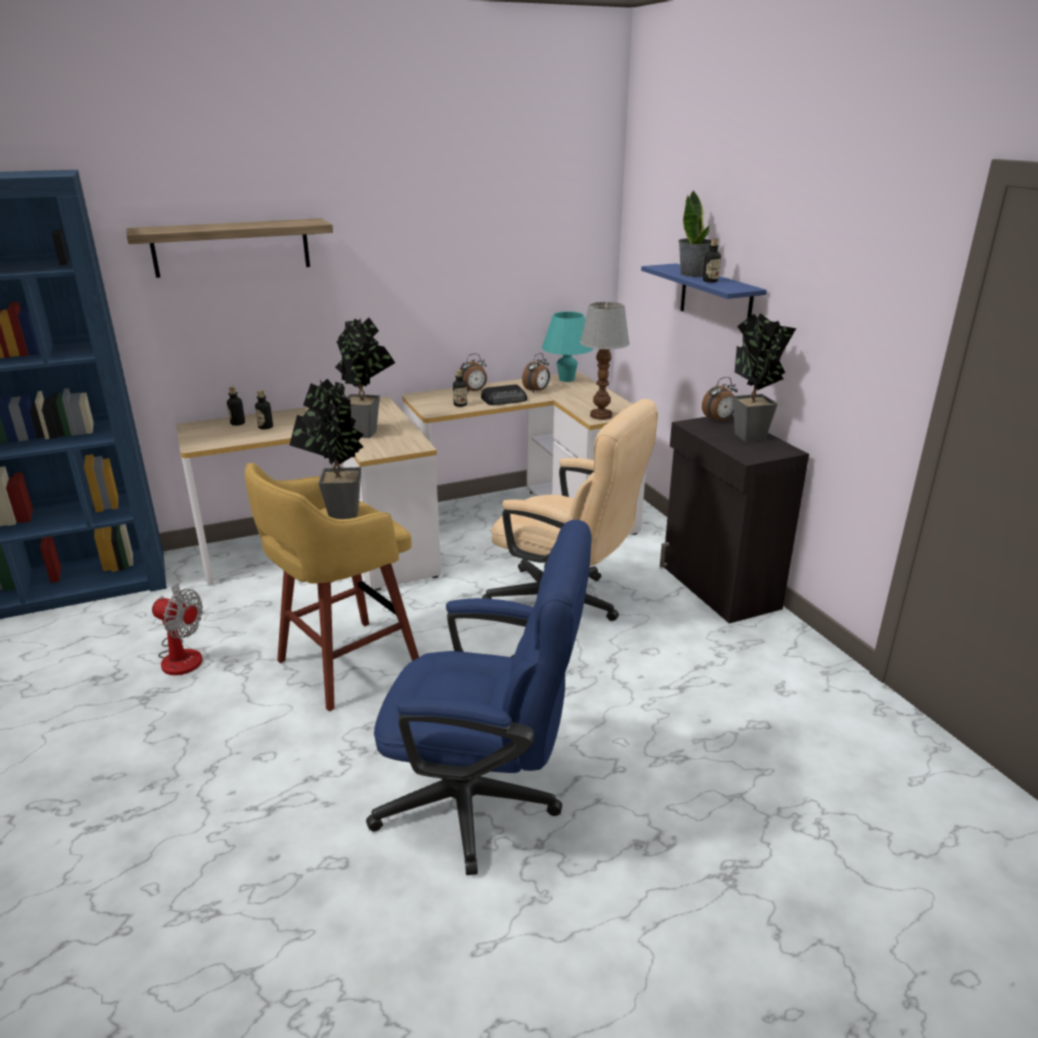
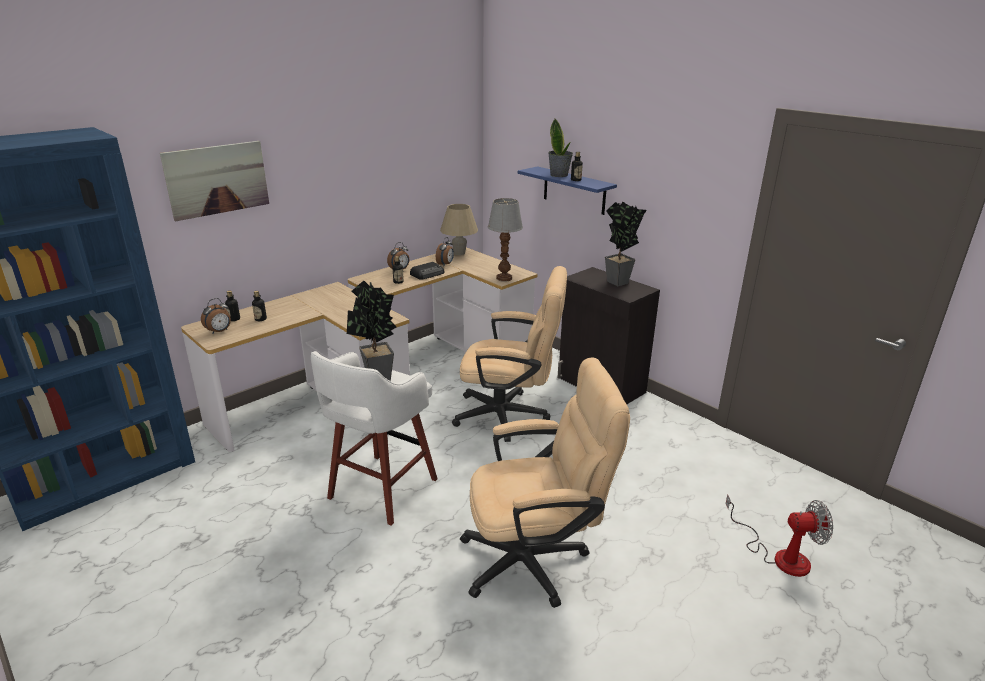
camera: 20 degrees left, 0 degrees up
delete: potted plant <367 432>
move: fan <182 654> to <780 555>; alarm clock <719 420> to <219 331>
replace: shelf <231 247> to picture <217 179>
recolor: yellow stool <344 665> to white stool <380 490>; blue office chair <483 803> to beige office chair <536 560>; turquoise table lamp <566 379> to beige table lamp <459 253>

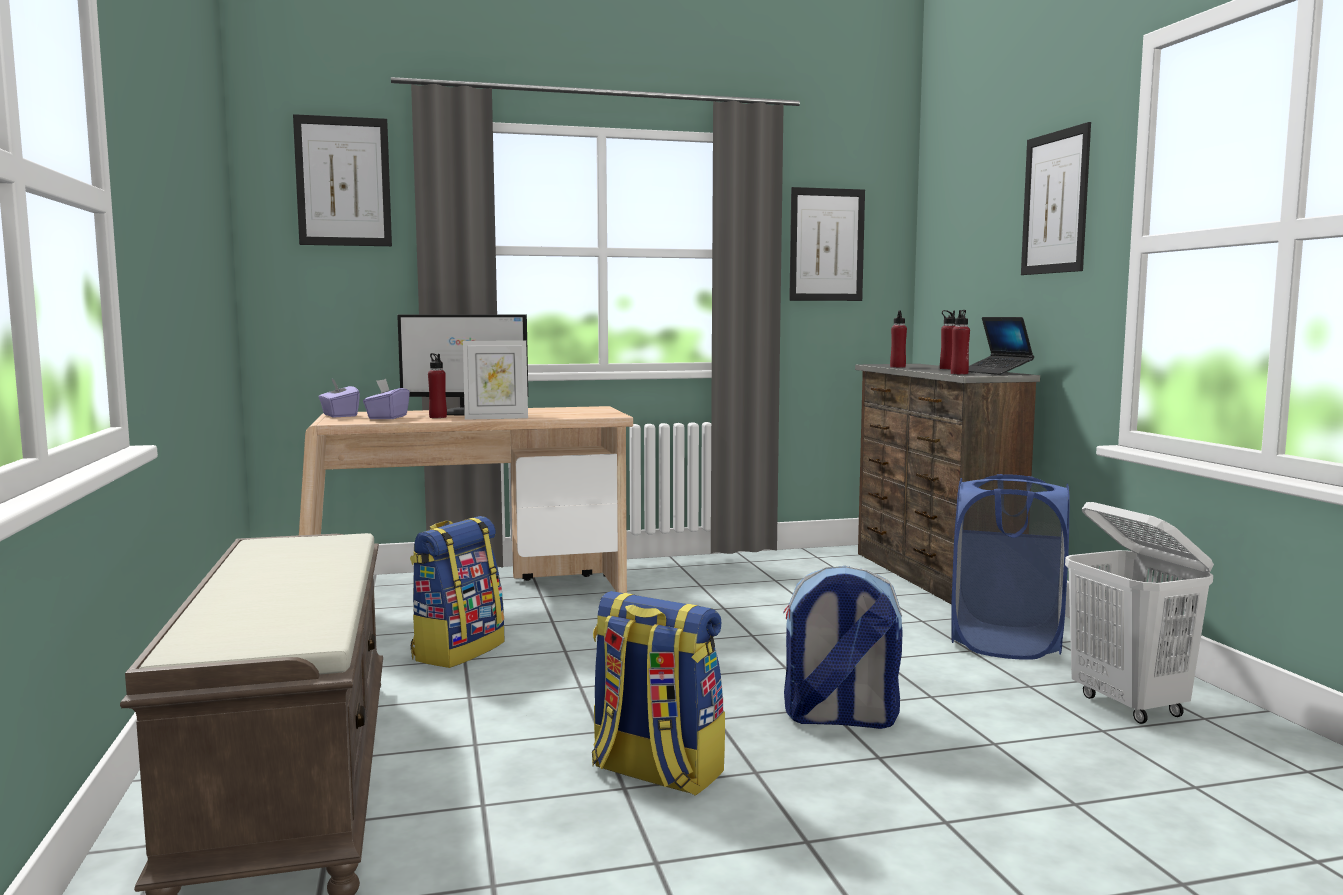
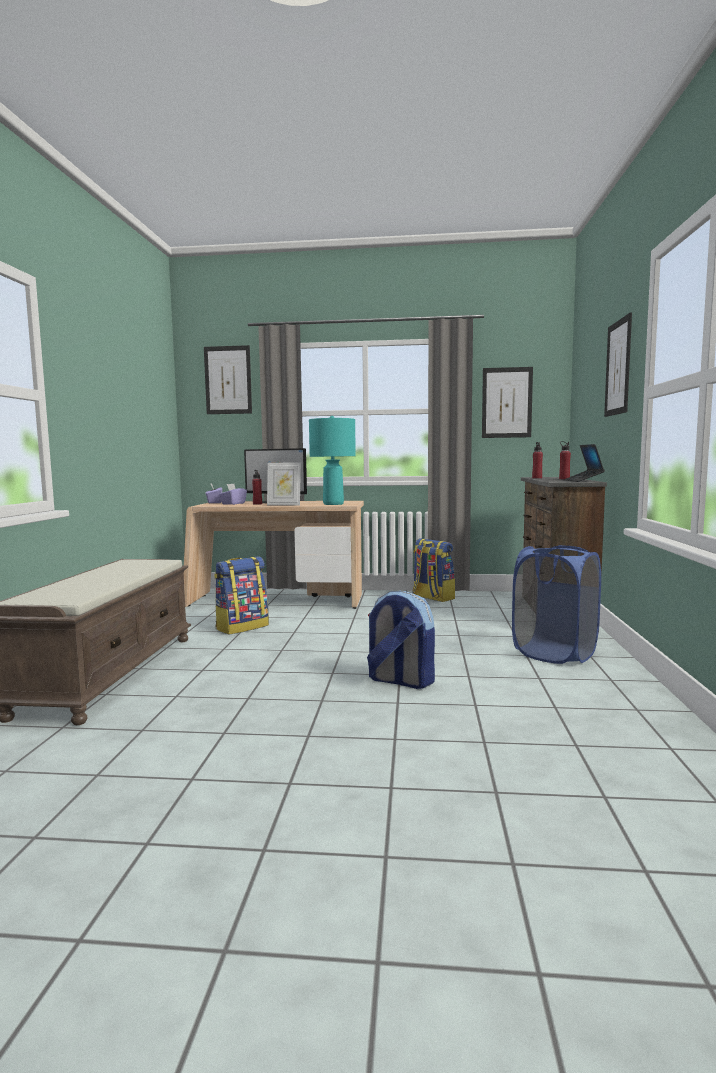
camera: 20 degrees right, 0 degrees up
delete: red bottle <959 373>; white laundry basket <1129 706>
insert: turquoise table lamp <333 504>
move: backpack <655 772> to <432 597>

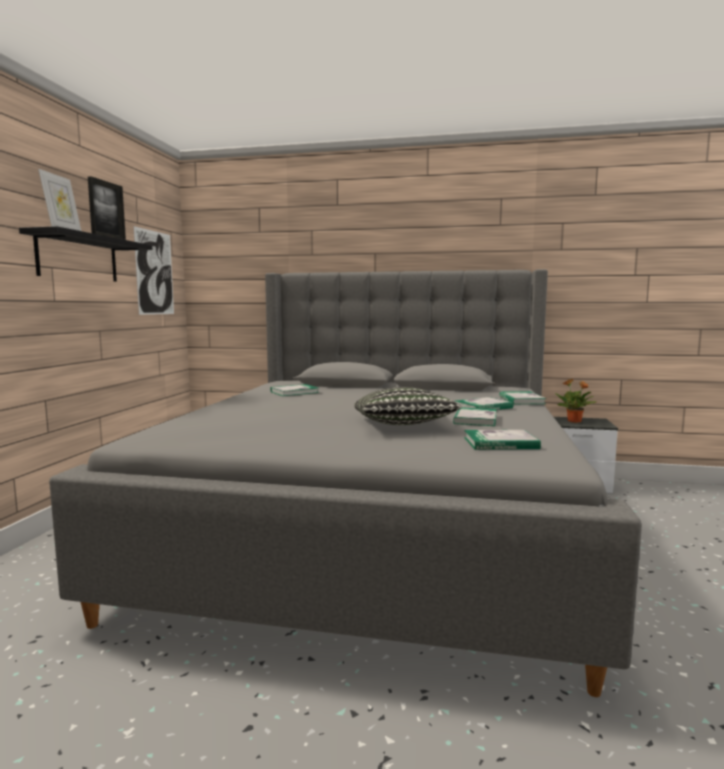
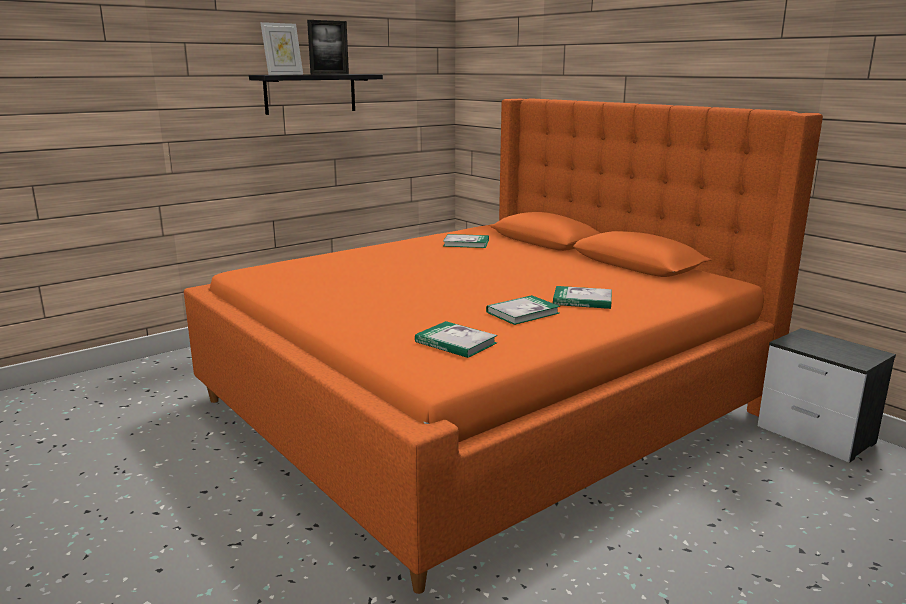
camera: 40 degrees right, 10 degrees up
delete: picture <155 273>; pillow <402 426>; book <521 400>; potted plant <574 421>
recolor: grey bed <374 529> to orange bed <486 404>

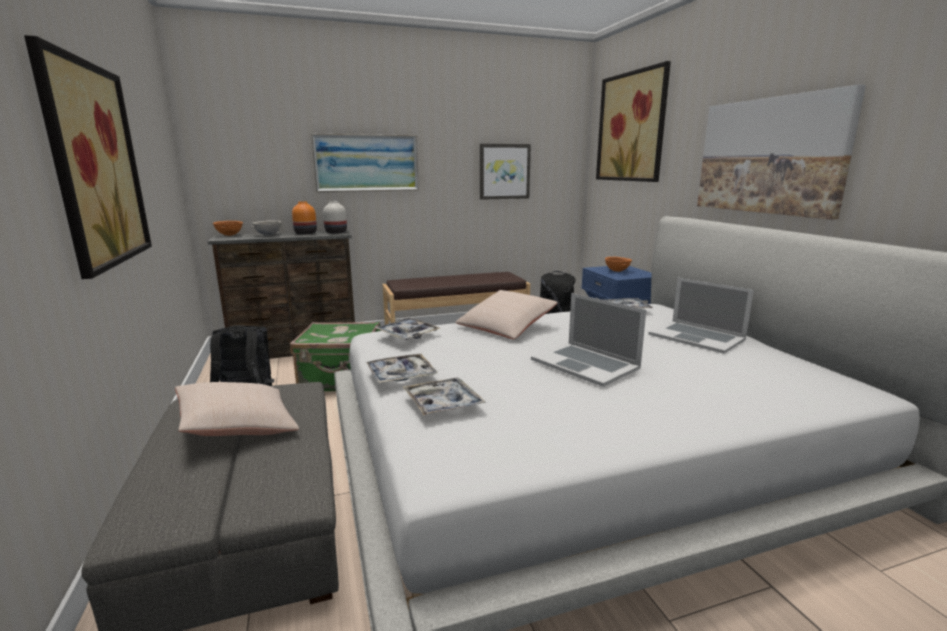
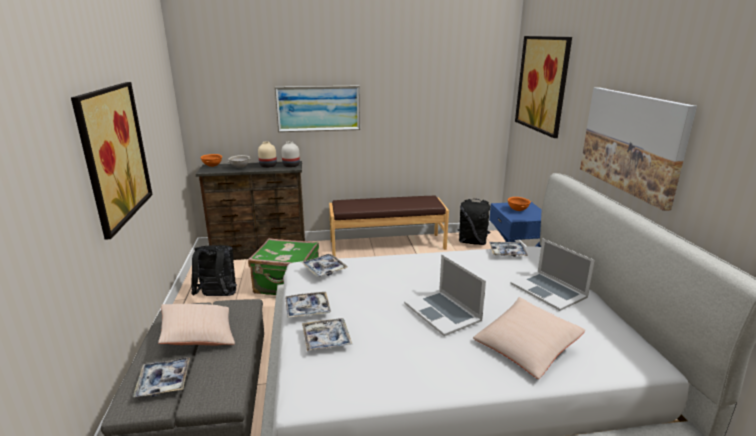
camera: 10 degrees right, 5 degrees up
delete: picture <504 171>
insert: tray <164 382>
move: beige pillow <506 327> to <526 347>
recolor: orange vase <306 233> to beige vase <268 166>

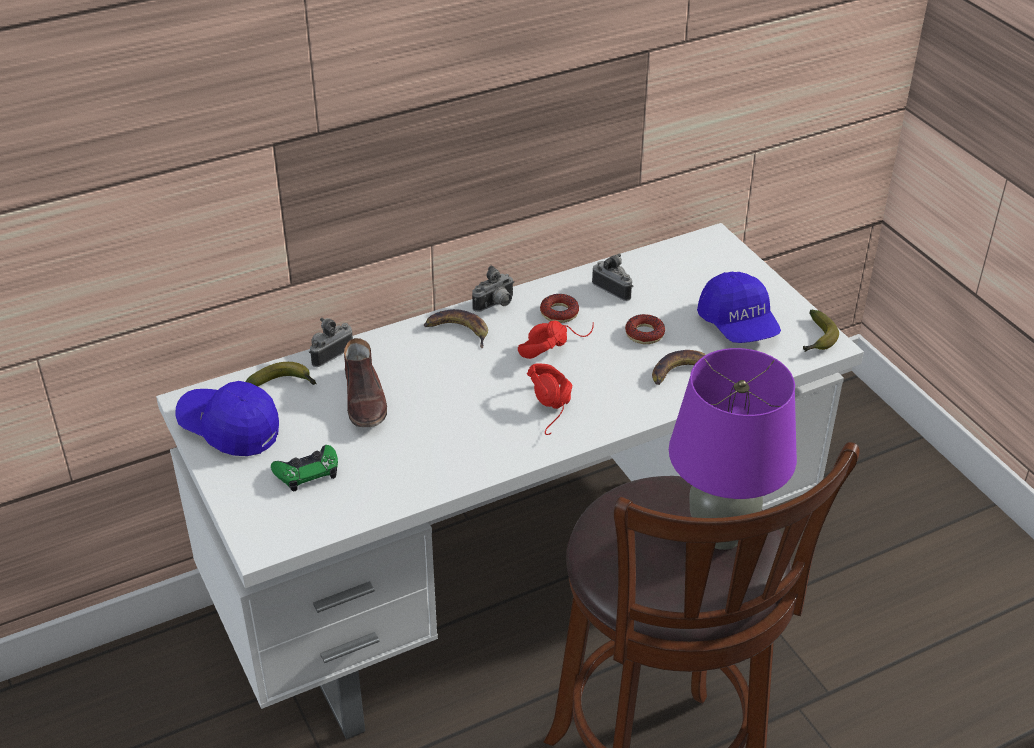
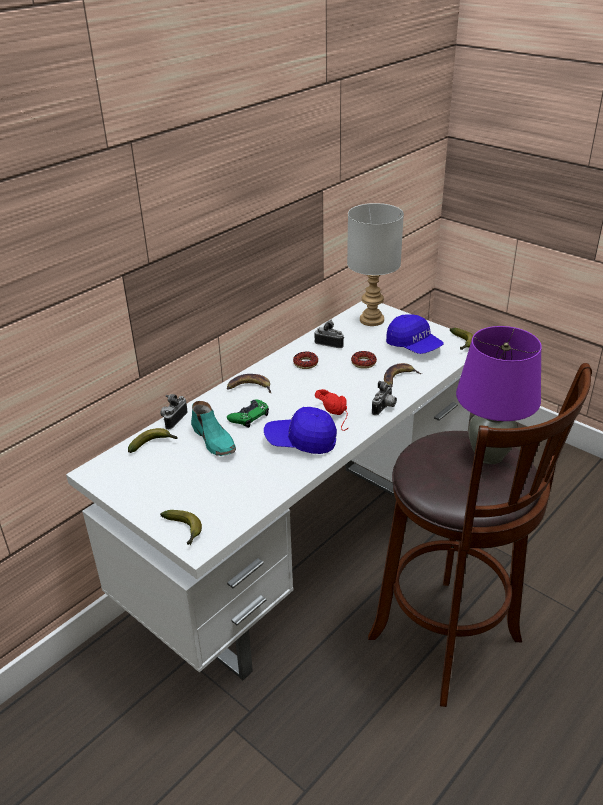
camera: 20 degrees left, 5 degrees down
delete: red headphones <553 345>
insert: banana <184 530>; grey table lamp <370 320>
move: blue cap <229 429> to <301 441>; green game controller <307 472> to <249 416>; photo camera <495 305> to <384 408>
recolor: brown shoe <365 400> to turquoise shoe <214 440>

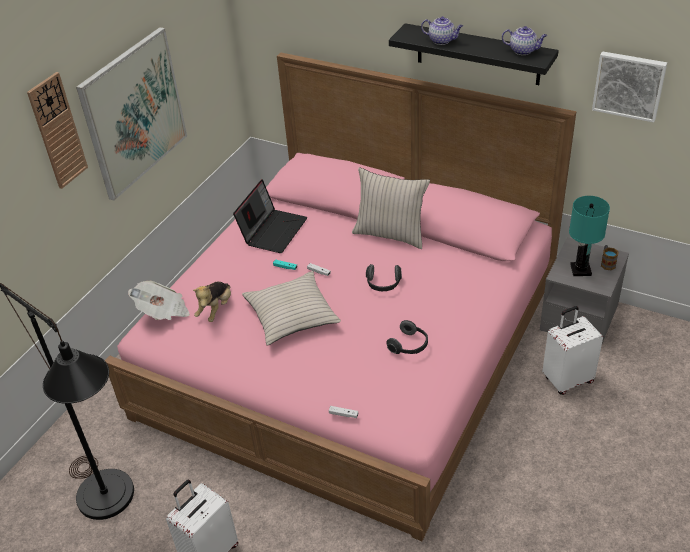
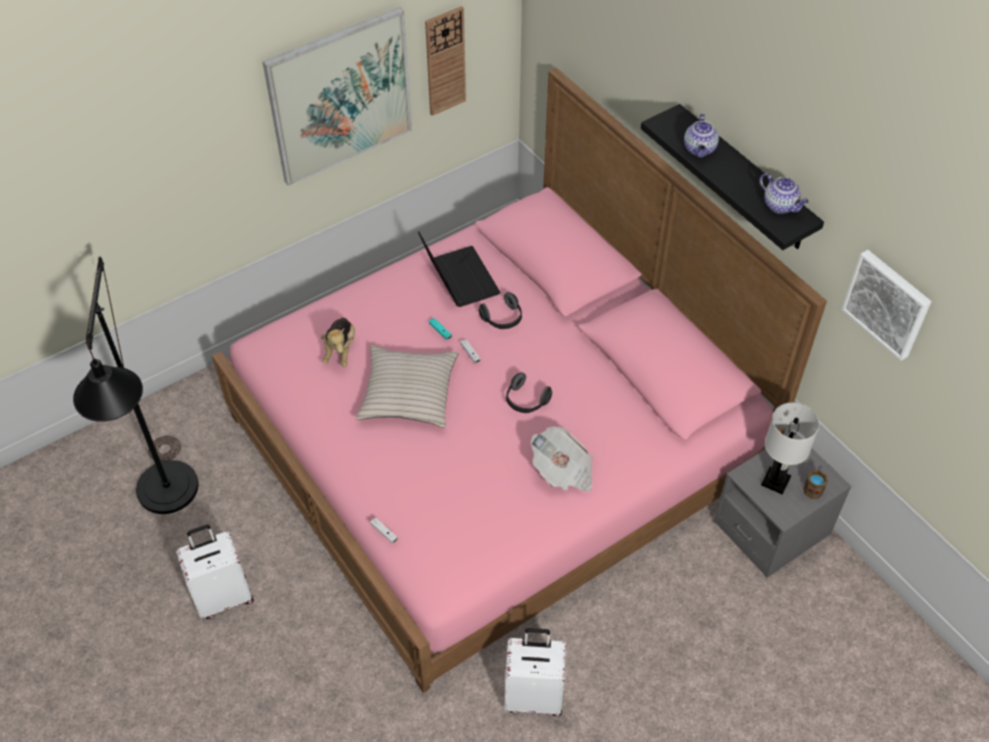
camera: 25 degrees right, 10 degrees up
delete: beige pillow <390 234>
move: wall clock <57 131> to <445 61>; newspaper <163 312> to <563 471>; headphones <409 346> to <503 319>; white suitcase <567 379> to <534 696>
recolor: turquoise table lamp <580 270> to white table lamp <775 481>
rotate: plush toy <216 309> = <340 350> 45 degrees counterclockwise; laptop <273 230> = <458 278> 75 degrees counterclockwise; teapot <442 40> = <700 149> 45 degrees clockwise

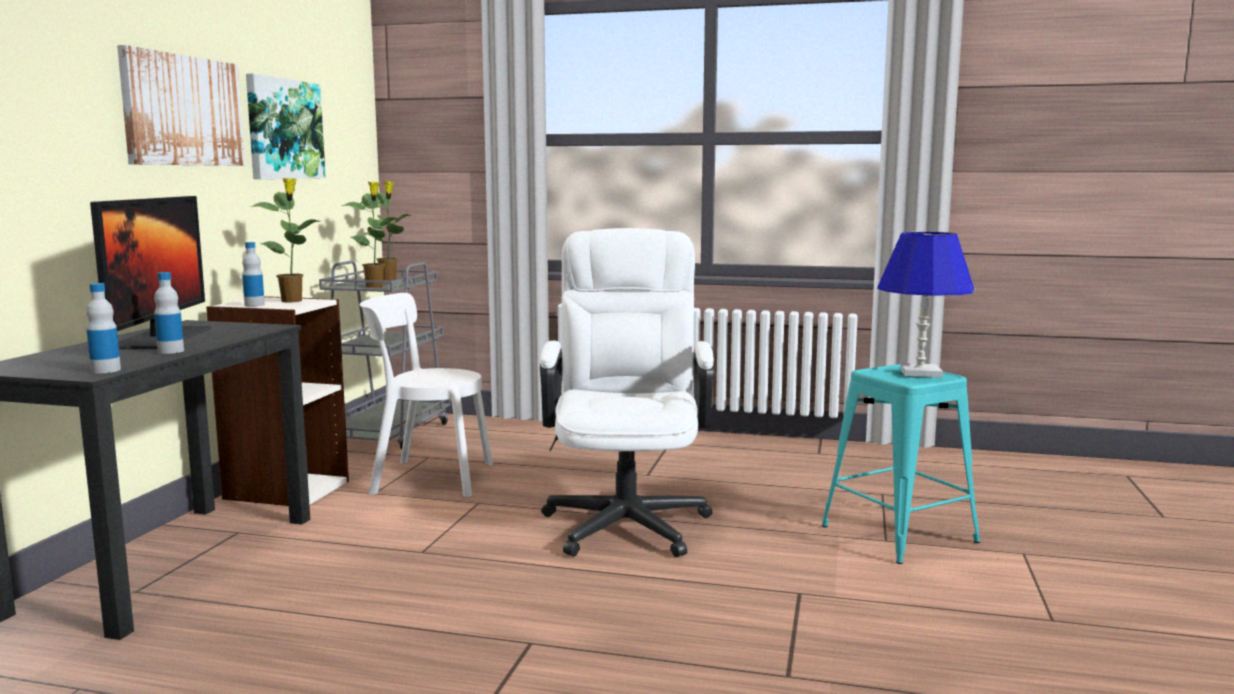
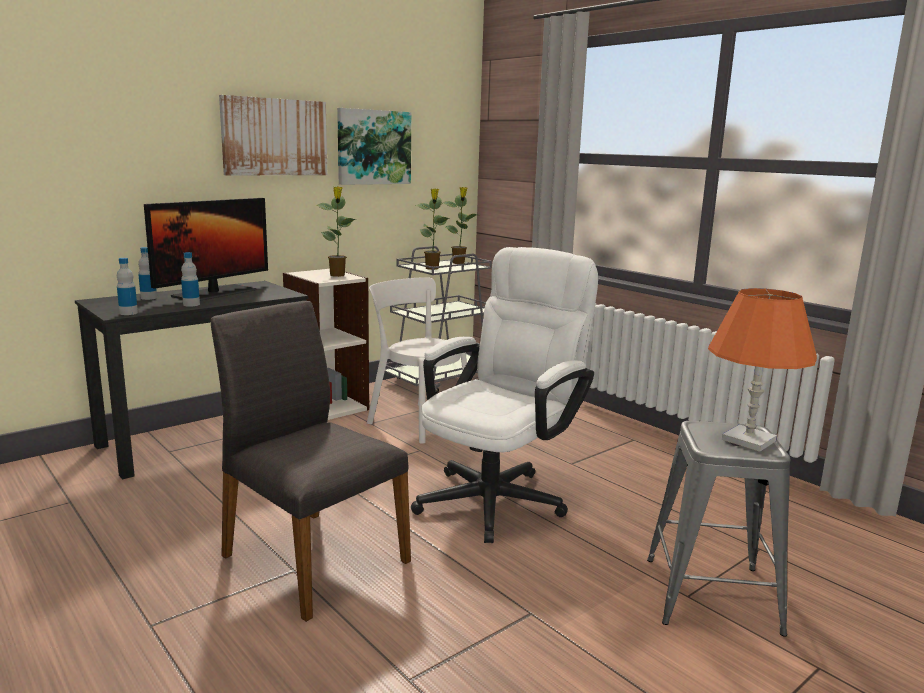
camera: 35 degrees right, 5 degrees up
insert: grey chair <312 558>
move: bottle <254 305> to <149 298>
recolor: turquoise stool <899 534> to grey stool <711 595>; blue table lamp <920 372> to orange table lamp <748 440>

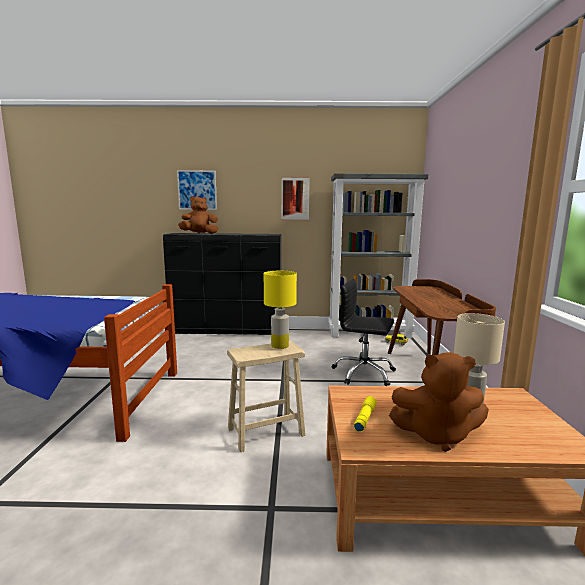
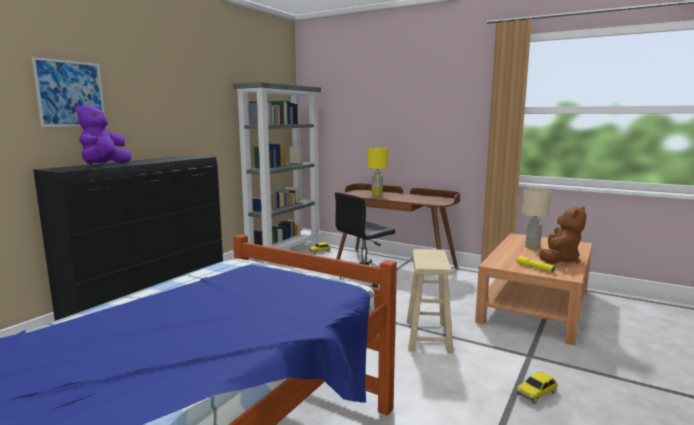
camera: 60 degrees left, 0 degrees up
delete: picture <295 198>
insert: toy car <536 393>
move: yellow table lamp <279 346> to <377 195>
recolor: brown plush toy <199 233> to purple plush toy <104 165>

